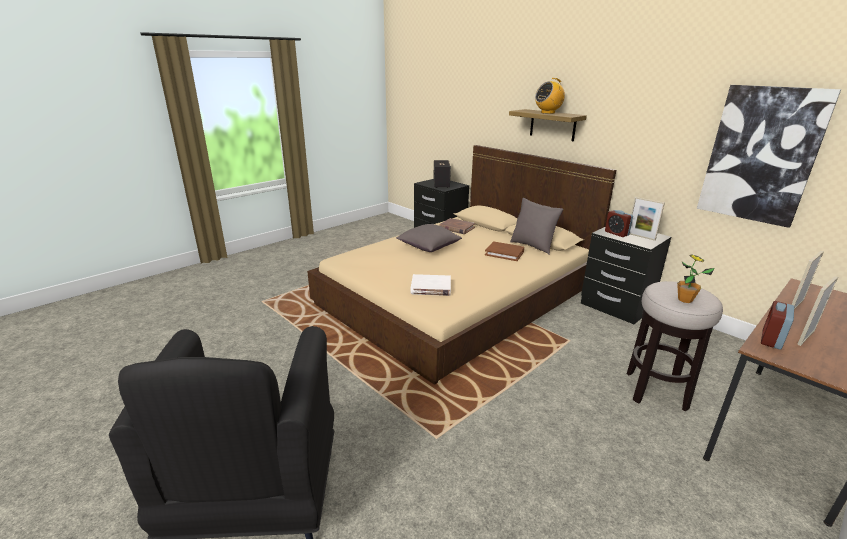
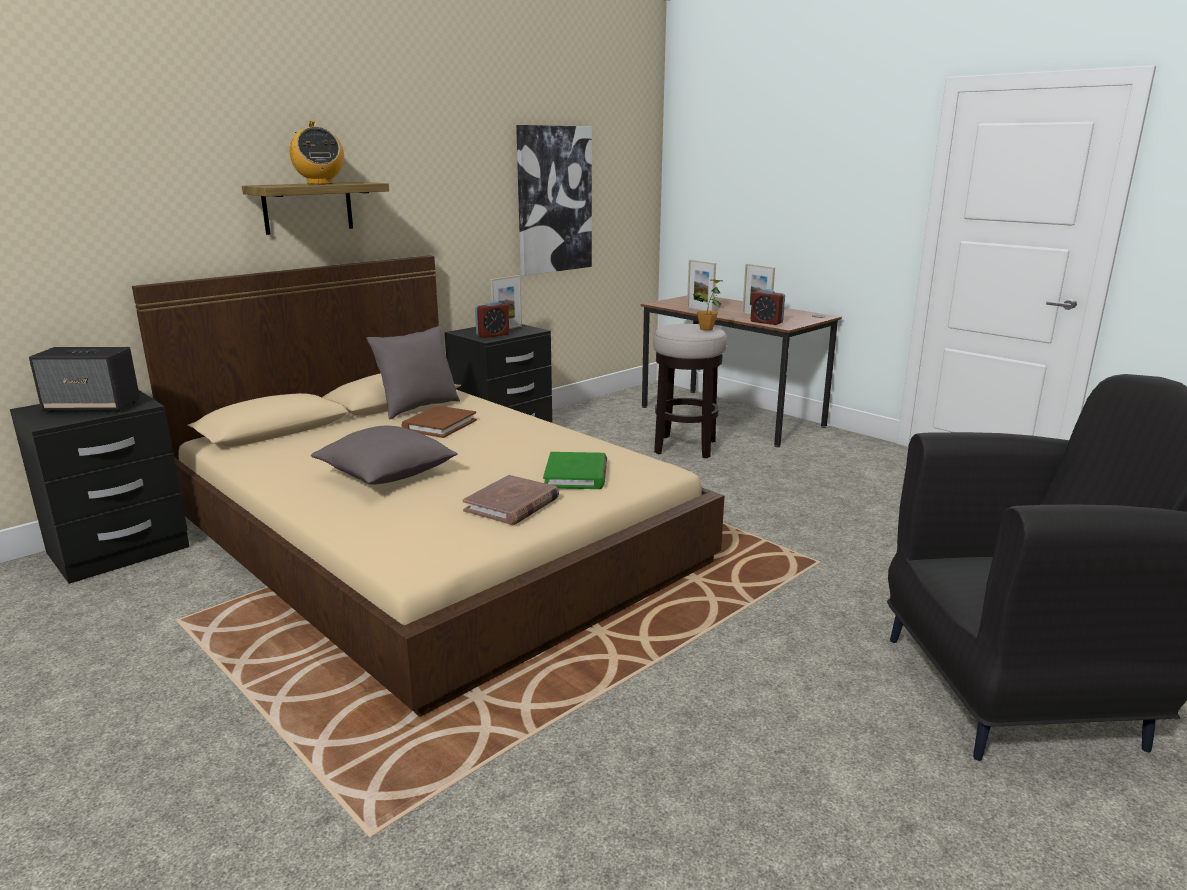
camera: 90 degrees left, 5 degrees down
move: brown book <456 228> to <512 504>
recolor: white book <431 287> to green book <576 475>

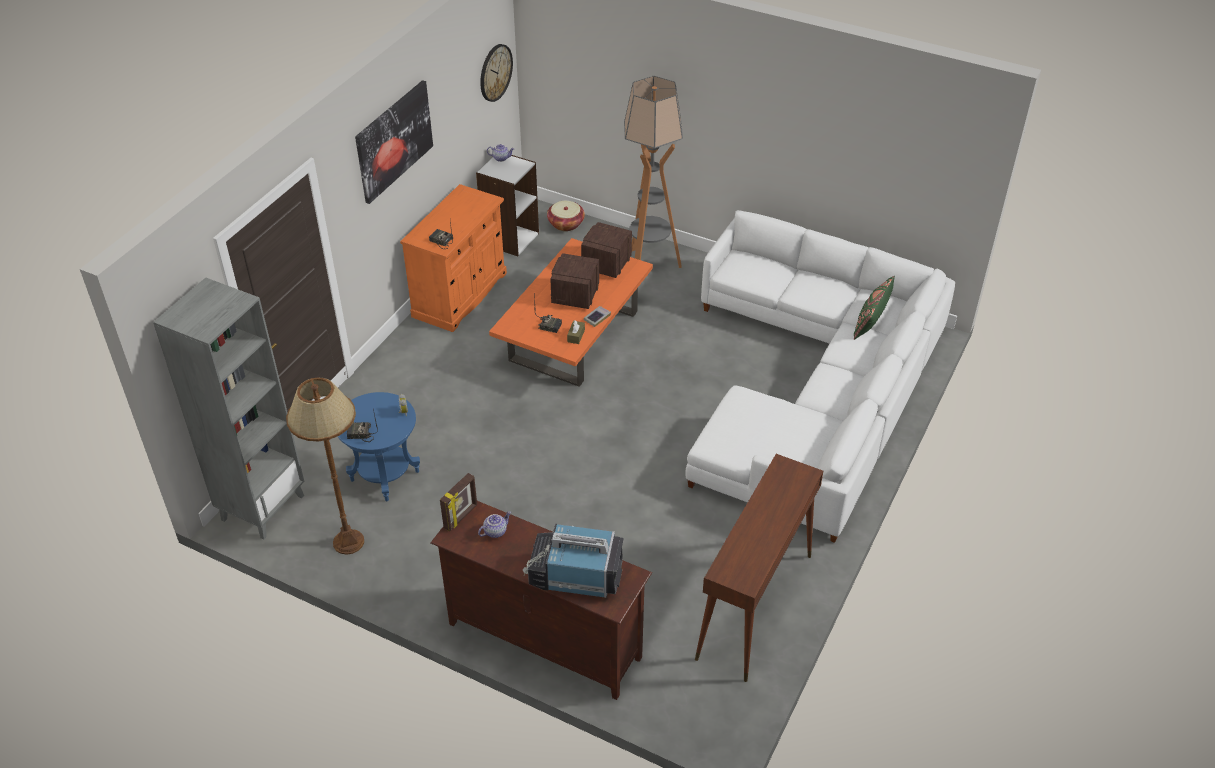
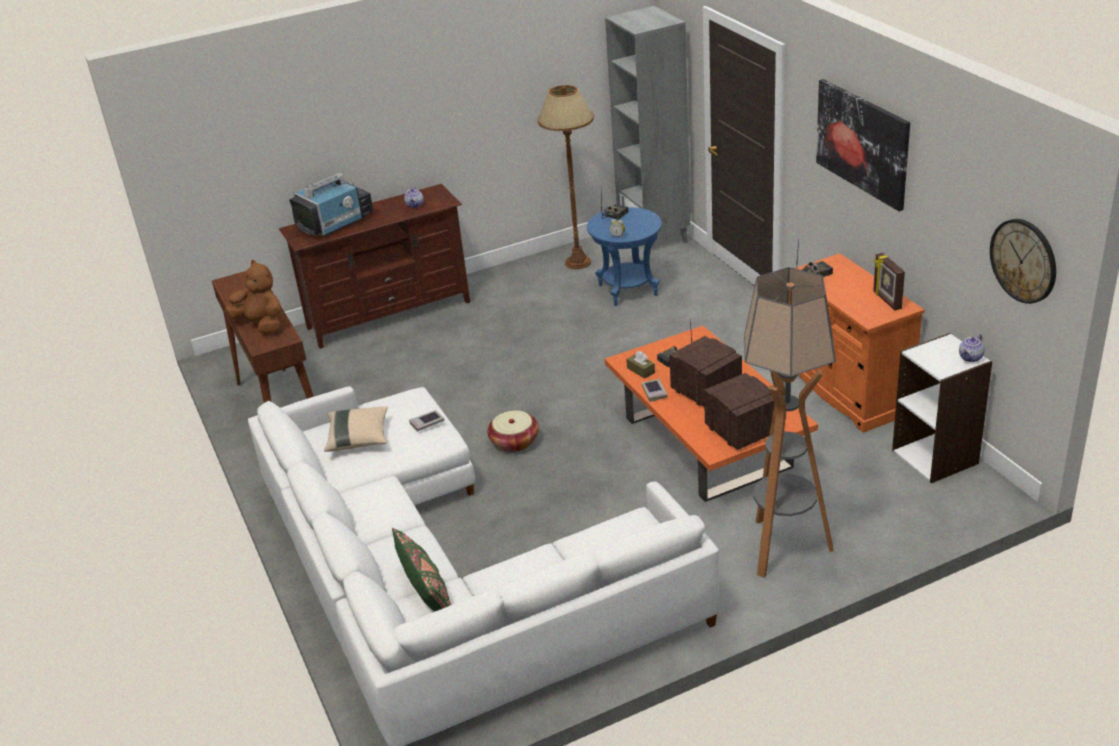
camera: 130 degrees right, 10 degrees down
insert: brown plush toy <261 324>; beige pillow <358 439>; book <427 423>
move: picture frame <461 517> to <886 300>; basket <566 224> to <514 442>

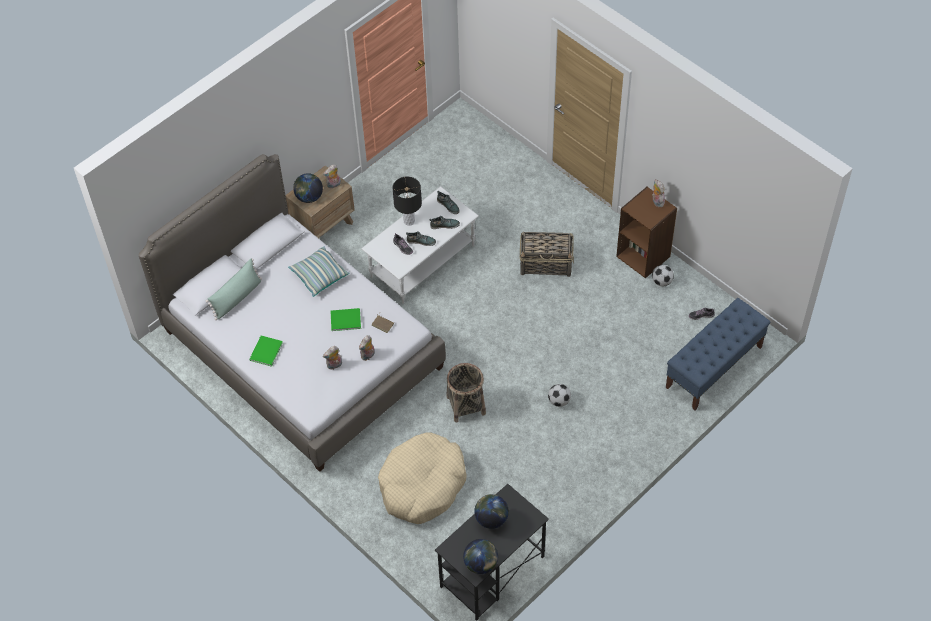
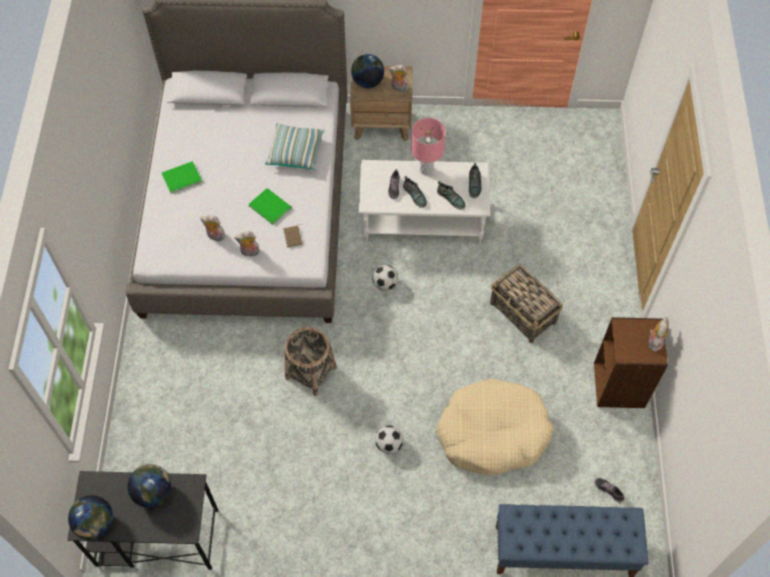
camera: 45 degrees right, 5 degrees up
delete: green pillow <237 298>
move: beige dog bed <422 484> to <492 433>; football <661 281> to <385 284>
recolor: black table lamp <409 221> to pink table lamp <426 170>

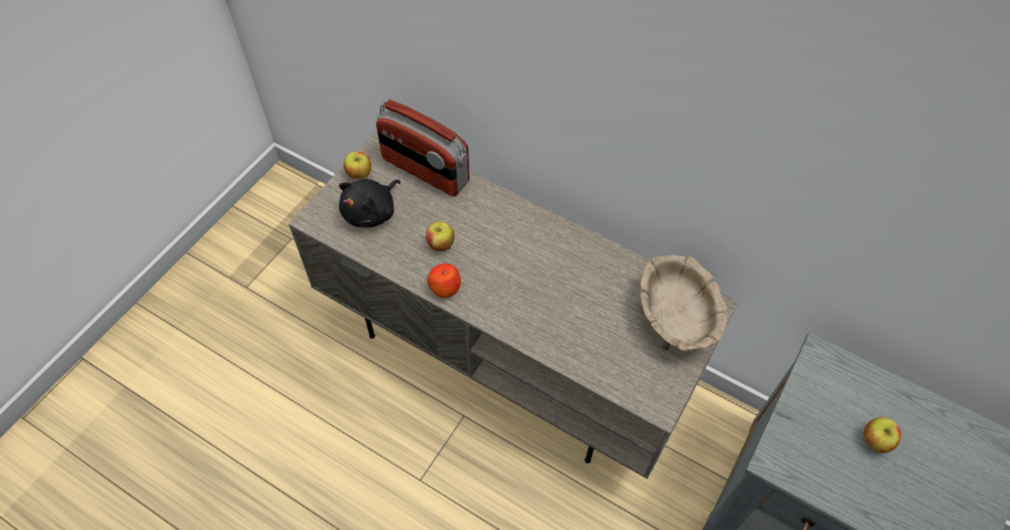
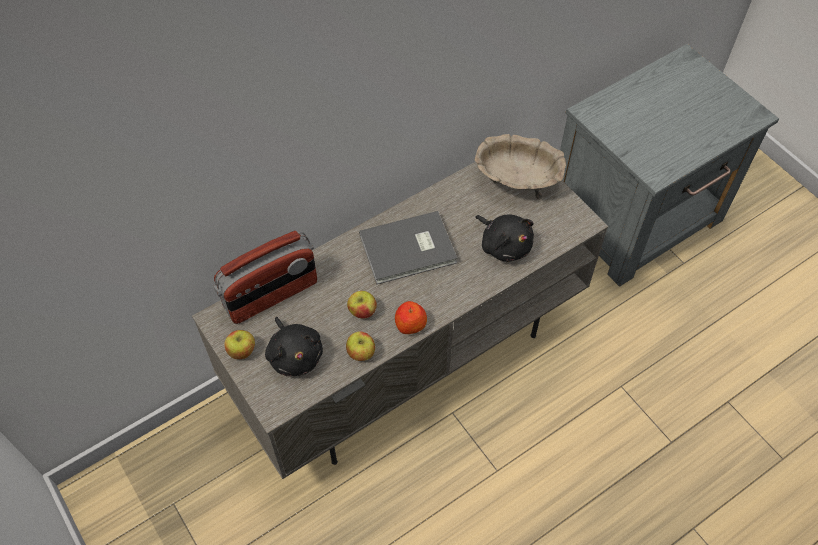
camera: 65 degrees left, 0 degrees up
insert: grey book <410 250>; black plush toy <504 245>
move: apple <875 440> to <361 353>

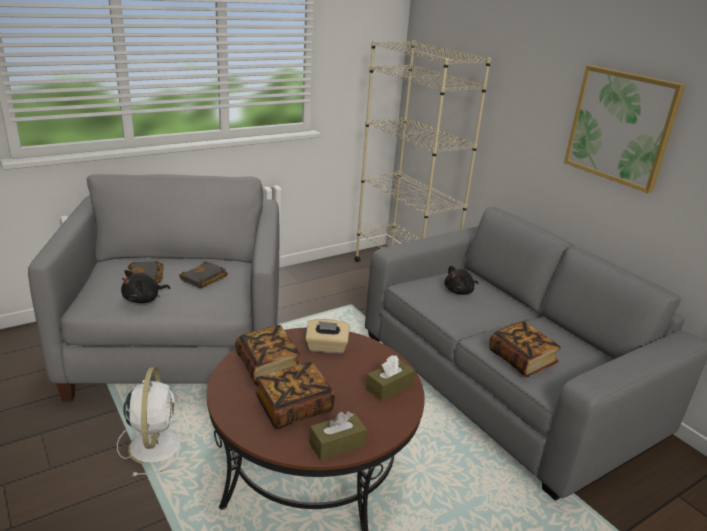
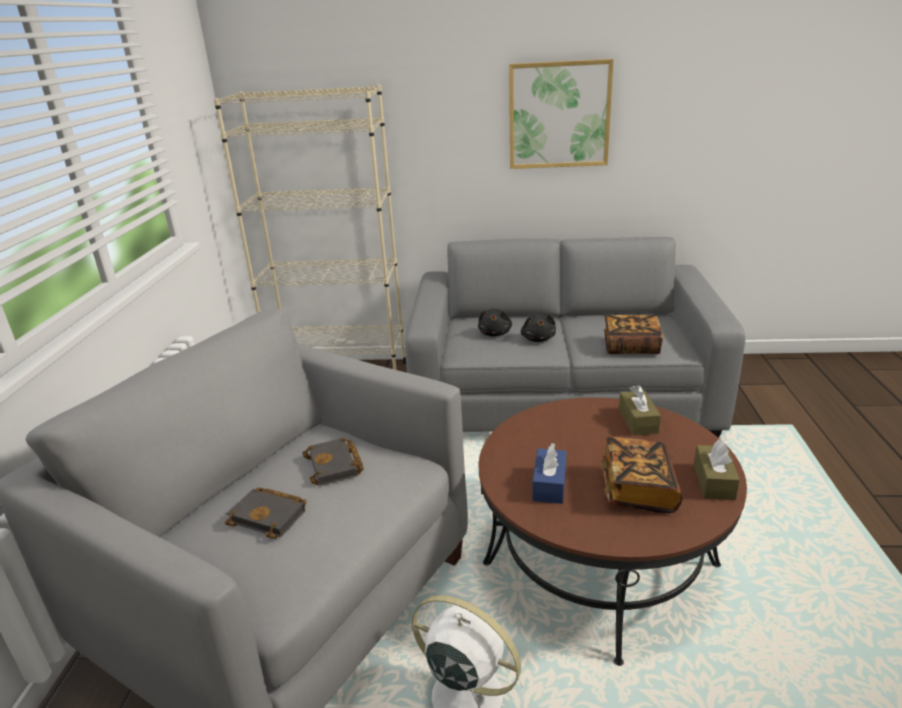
camera: 50 degrees left, 0 degrees up
delete: beige tissue box <326 347>
move: black plush toy <144 299> to <538 339>
replace: book <268 367> to blue tissue box <549 485>

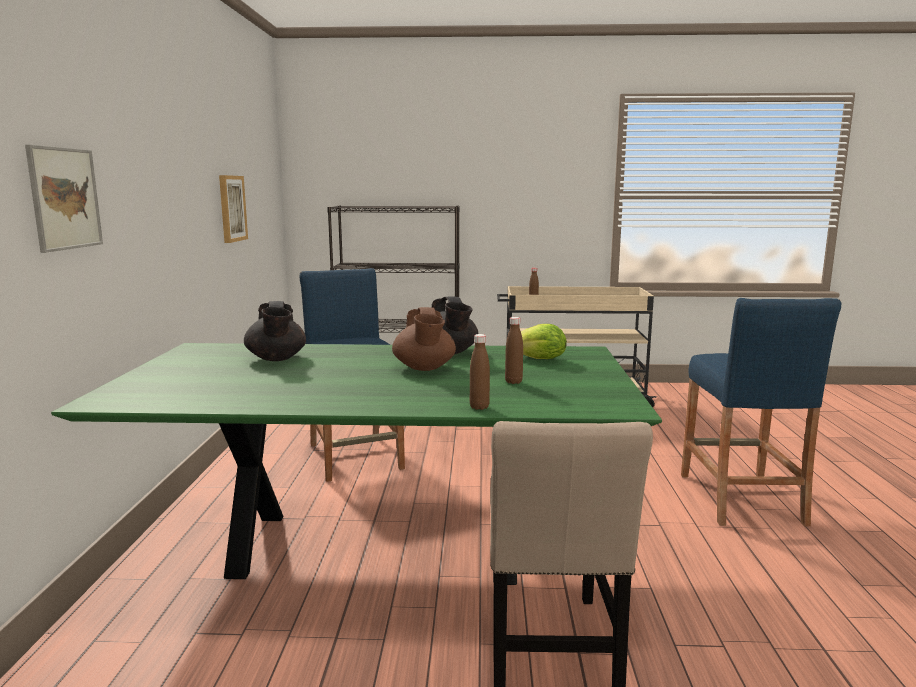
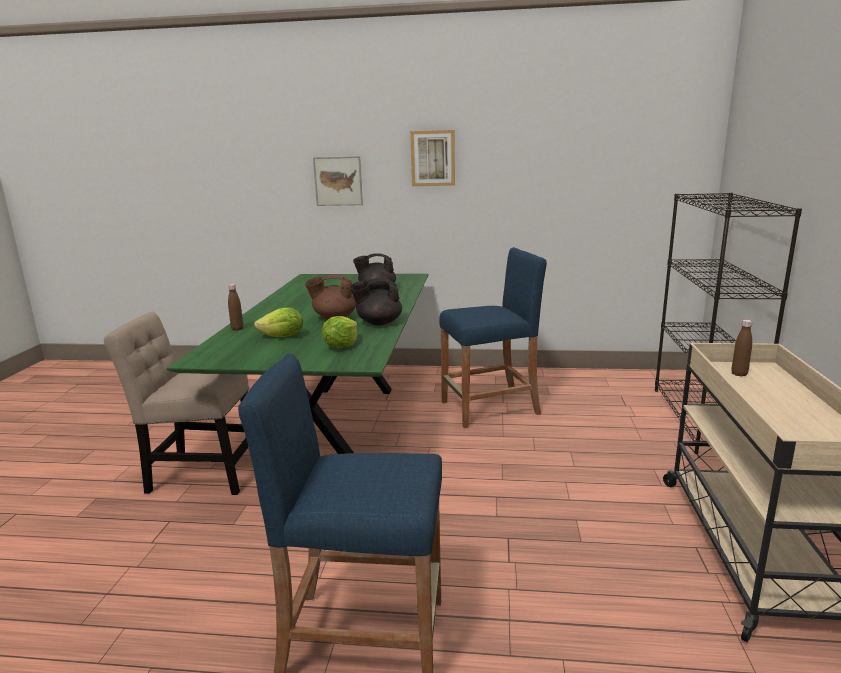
camera: 95 degrees right, 5 degrees up
move: picture <231 208> to <433 158>
replace: brown bottle <513 382> to lettuce <283 337>

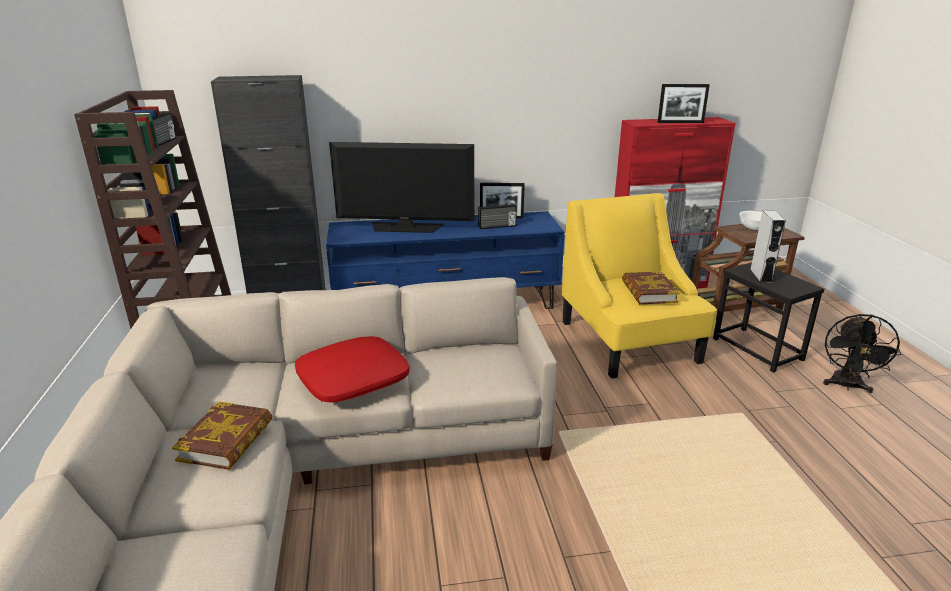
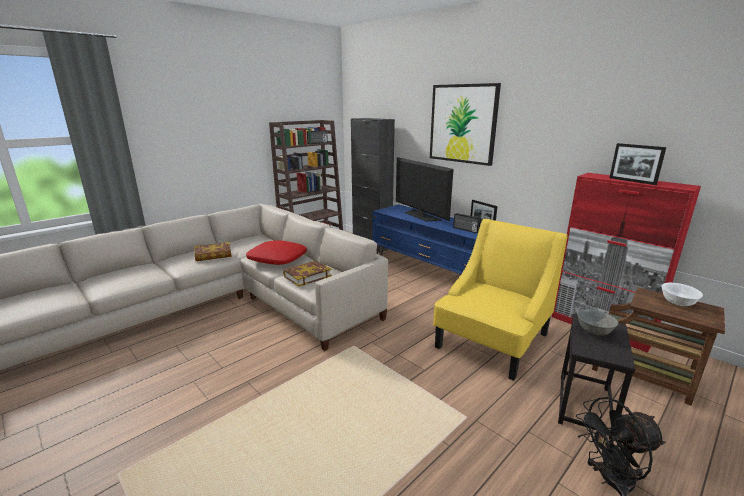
camera: 55 degrees right, 5 degrees down
insert: picture <462 124>
move: book <648 292> to <307 276>
replace: grey speaker <761 276> to grey bowl <594 331>

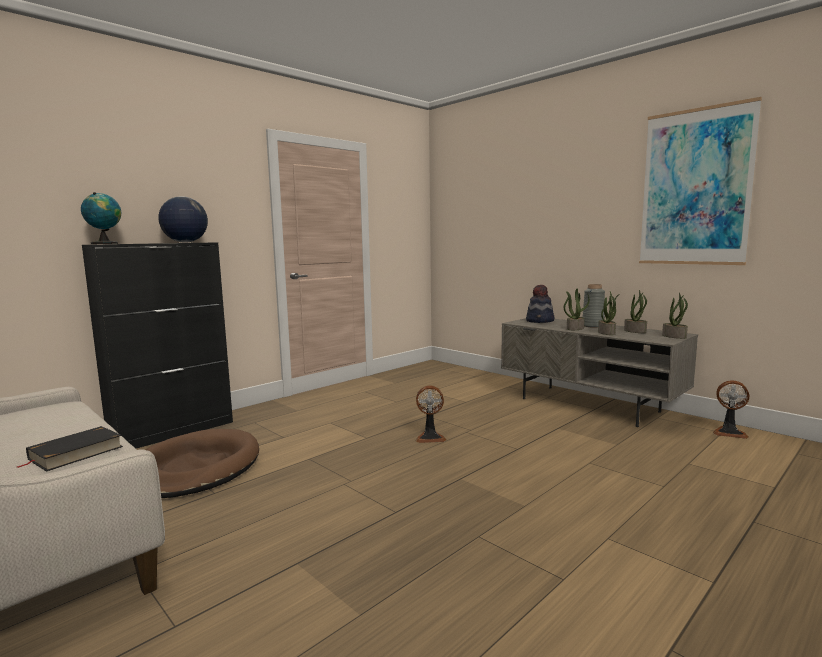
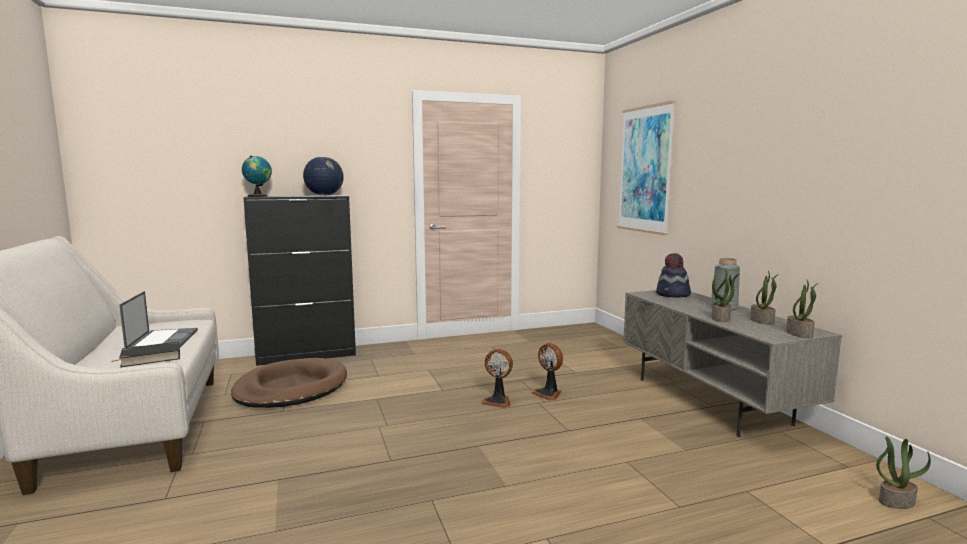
camera: 25 degrees right, 0 degrees up
insert: laptop <163 340>
move: potted plant <575 328> to <896 501>; picture <695 188> to <645 169>; fan <729 432> to <548 394>

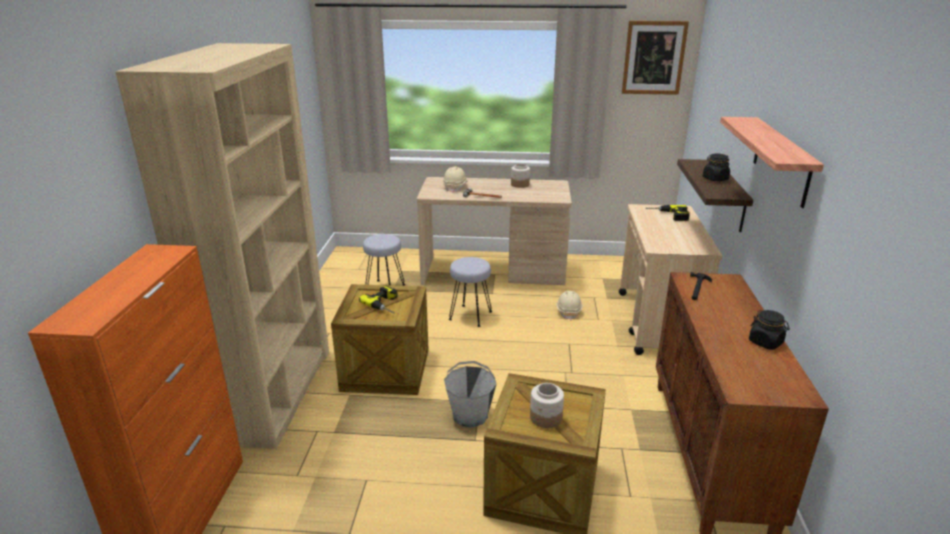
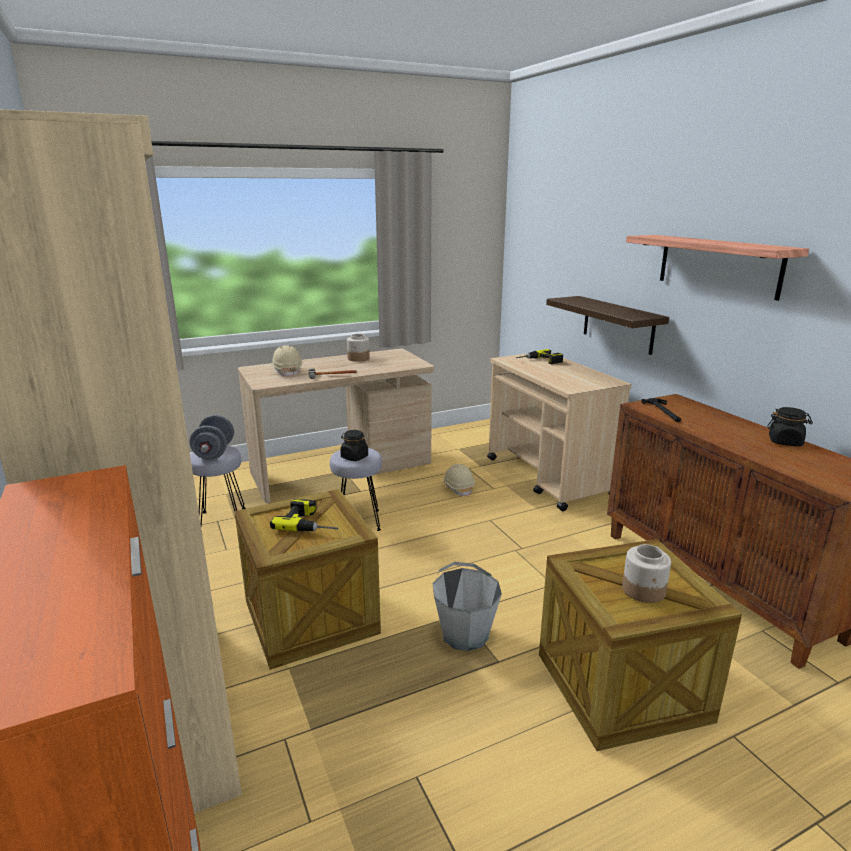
camera: 30 degrees left, 5 degrees down
delete: picture <654 58>
insert: grey dumbbell <214 452>
move: black jar <715 179> to <354 457>

